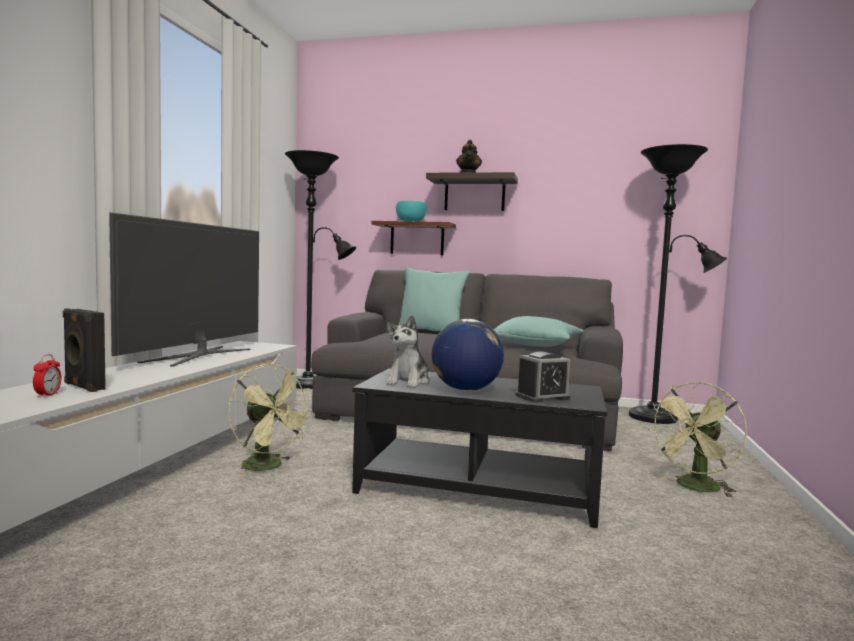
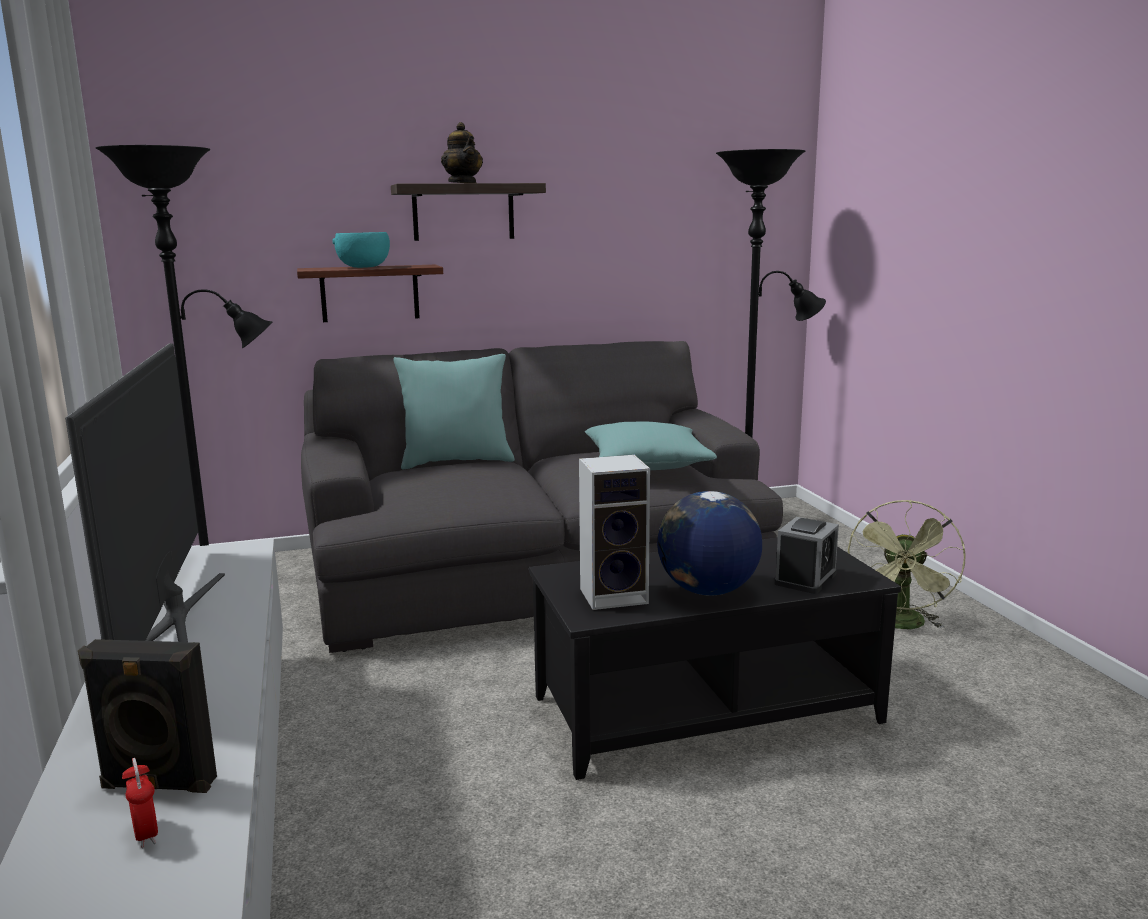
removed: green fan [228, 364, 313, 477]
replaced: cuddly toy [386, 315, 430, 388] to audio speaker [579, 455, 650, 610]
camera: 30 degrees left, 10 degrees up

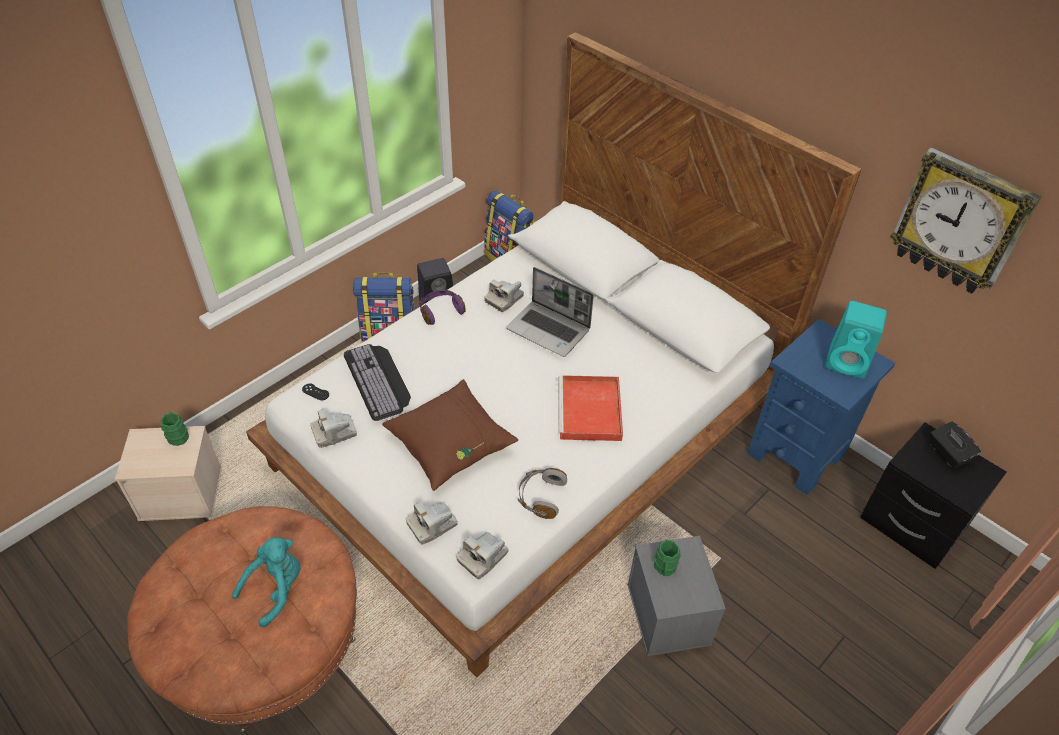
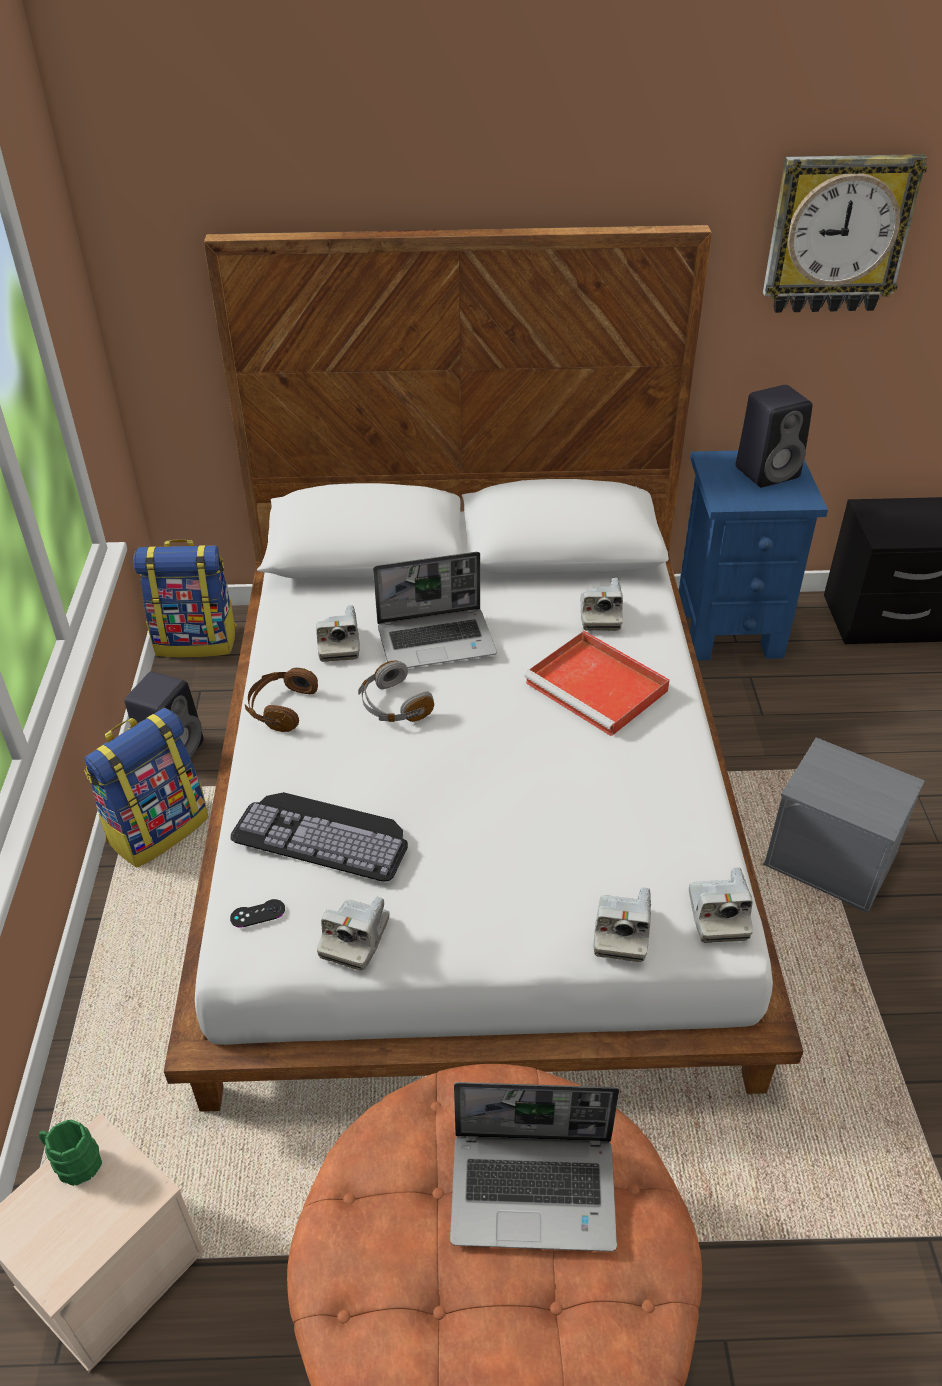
removed: brown throw pillow [382, 379, 518, 491]; black-coloured tissue box [930, 421, 981, 468]; green coffee mug [654, 540, 681, 576]
added: photo camera [581, 578, 623, 631]
moved: greyish headset [518, 468, 567, 519] to [358, 660, 434, 722]
replaced: turquoise-coloured cuddly toy [232, 537, 301, 627] to notebook computer [450, 1082, 619, 1252]
recoloured: purplish headset [420, 289, 466, 325] to brown headset [245, 668, 318, 732]; turquoise-coloured audio speaker [825, 301, 887, 379] to black-coloured audio speaker [736, 385, 812, 487]
camera: 45 degrees left, 5 degrees down

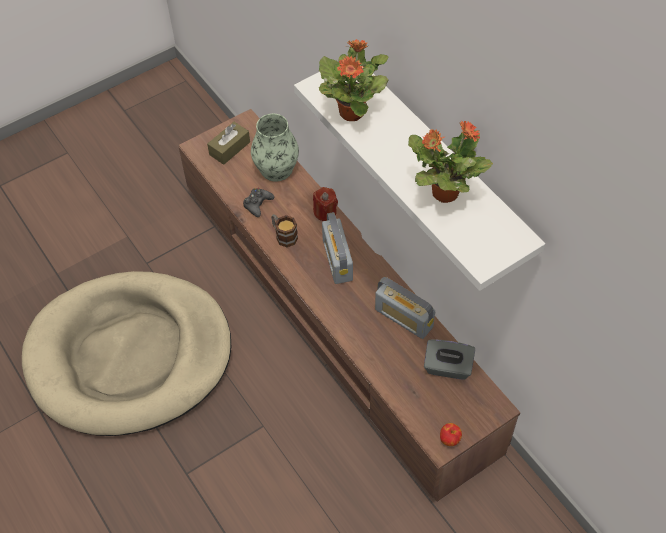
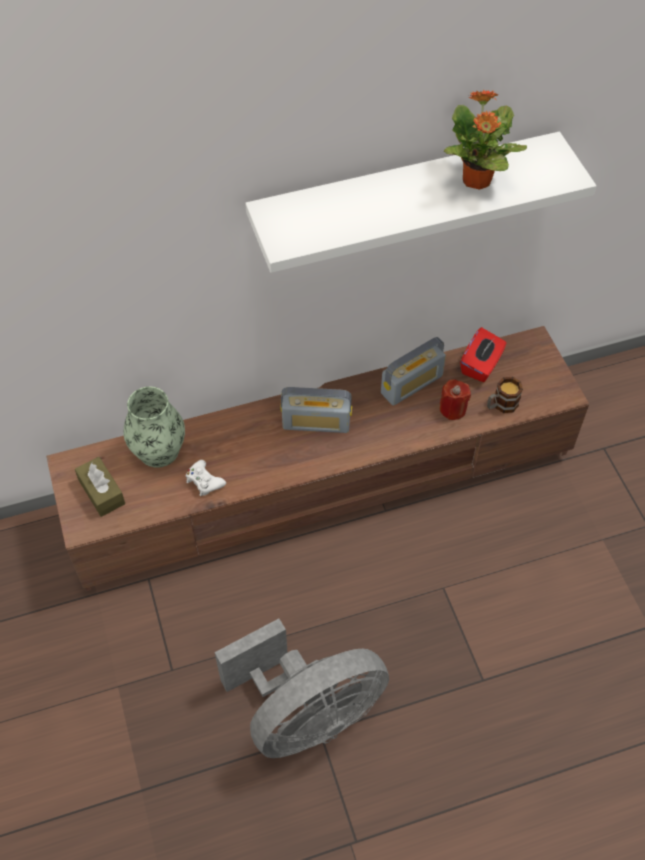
removed: plant in a pot [319, 39, 389, 121]; apple fruit [440, 423, 462, 446]
moved: reddish wax candle [313, 187, 338, 221] to [440, 379, 471, 420]; coffee mug [271, 214, 298, 247] to [487, 377, 523, 413]
replaced: beige-coloured dog bed [22, 271, 231, 436] to greyish fan [215, 619, 389, 758]
recoloured: black-coloured gamepad [243, 188, 274, 217] to whitish gamepad [186, 460, 226, 496]; greyish tissue box [424, 339, 475, 380] to reddish tissue box [460, 327, 506, 382]
camera: 75 degrees left, 0 degrees up

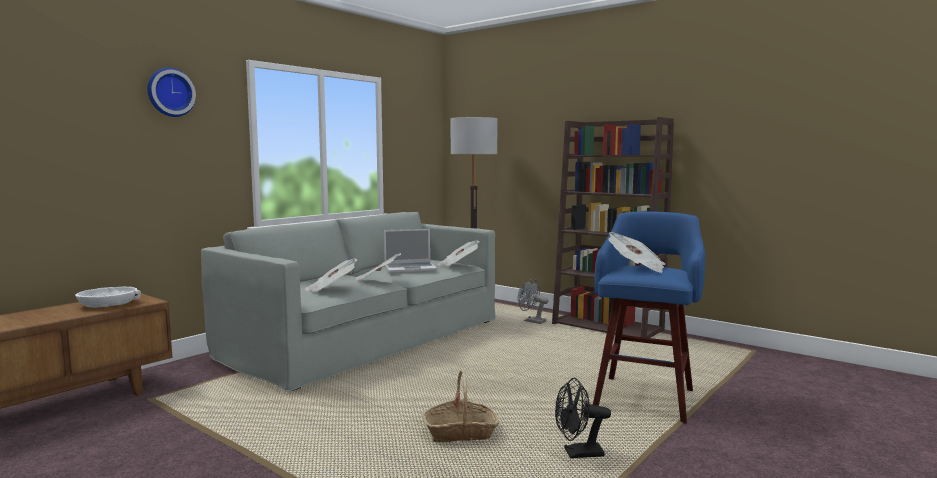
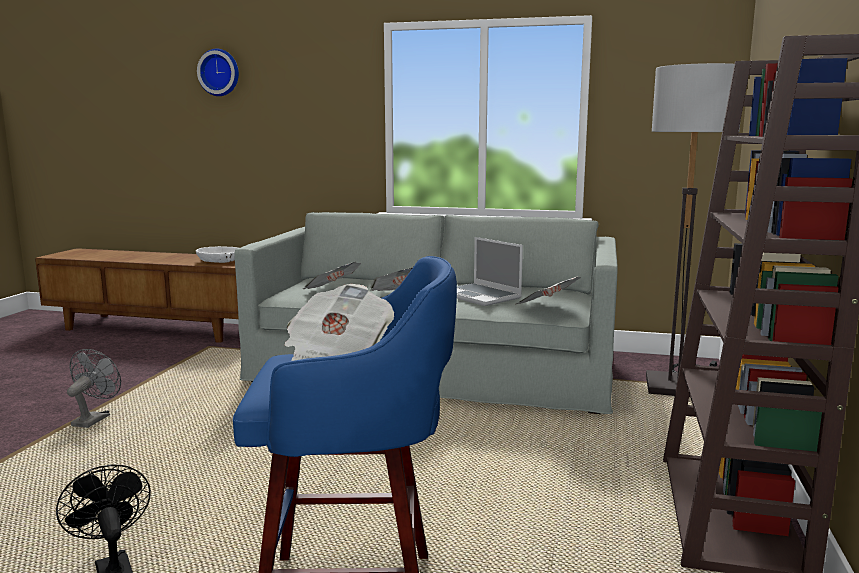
removed: basket [423, 370, 499, 442]
moved: hanging clock [147, 68, 196, 117] to [197, 48, 239, 96]; greyish fan [518, 279, 548, 324] to [67, 349, 121, 428]
camera: 65 degrees right, 5 degrees up

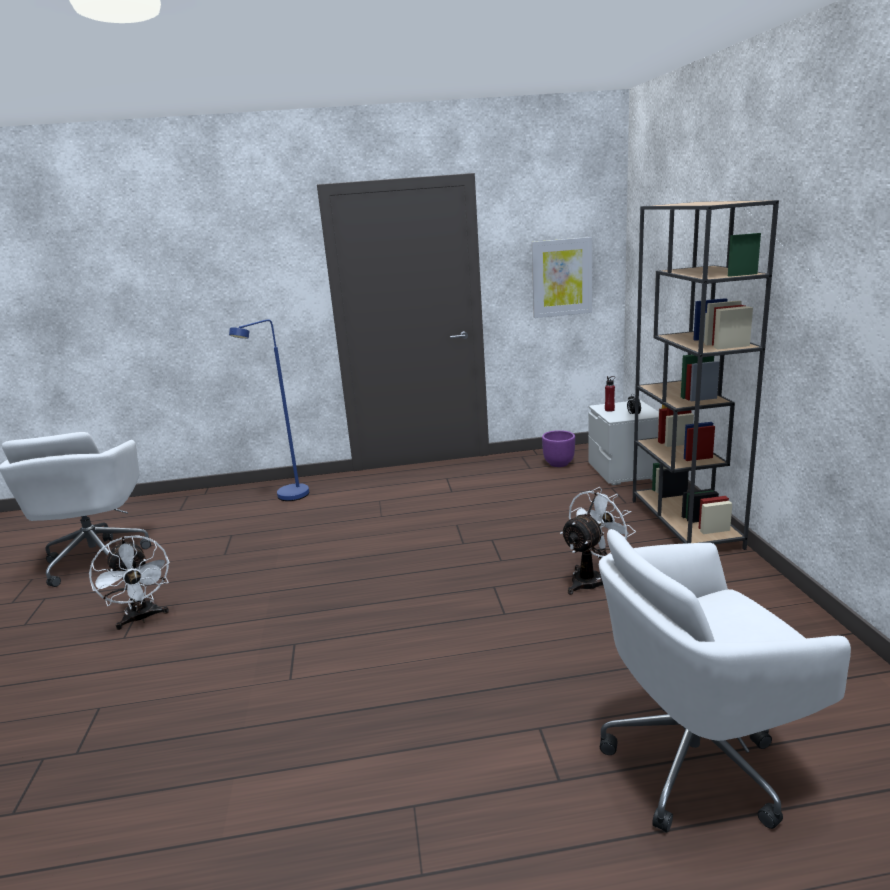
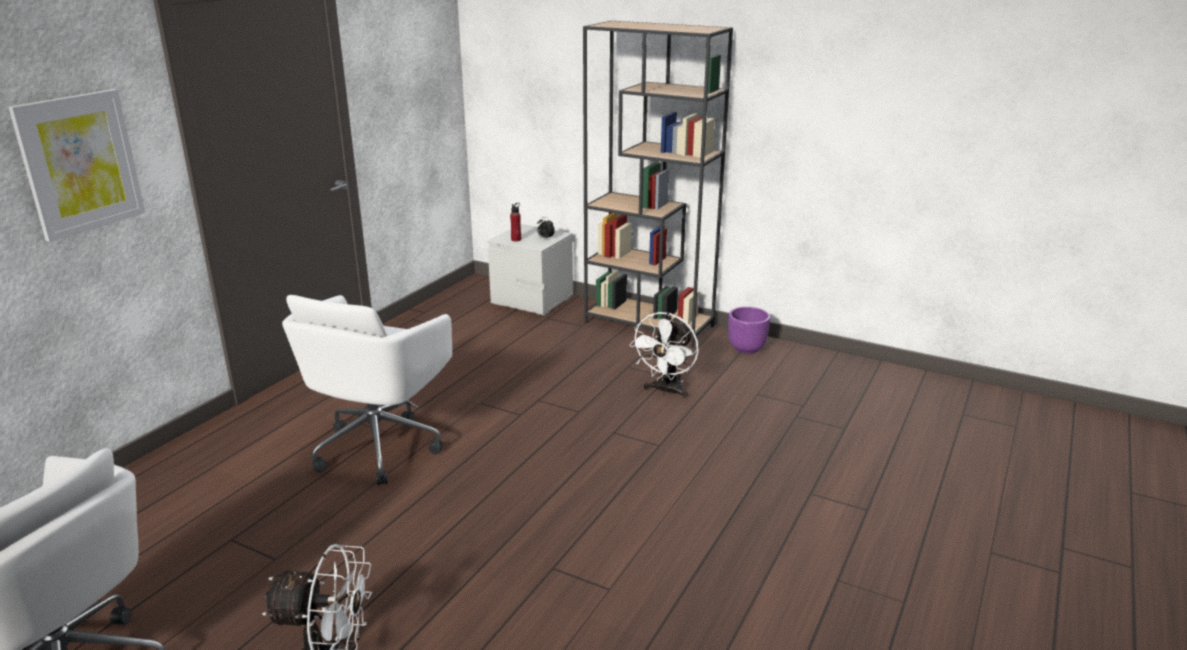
removed: blue standing lamp [229, 319, 309, 501]
moved: picture [532, 237, 592, 318] to [8, 89, 145, 242]; purplish plant pot [542, 430, 575, 467] to [728, 307, 770, 354]; whitish office chair [599, 529, 851, 833] to [282, 295, 452, 486]
turned: whitish fan [560, 487, 636, 595] = [630, 312, 699, 398] 150 degrees counterclockwise
camera: 55 degrees left, 5 degrees up

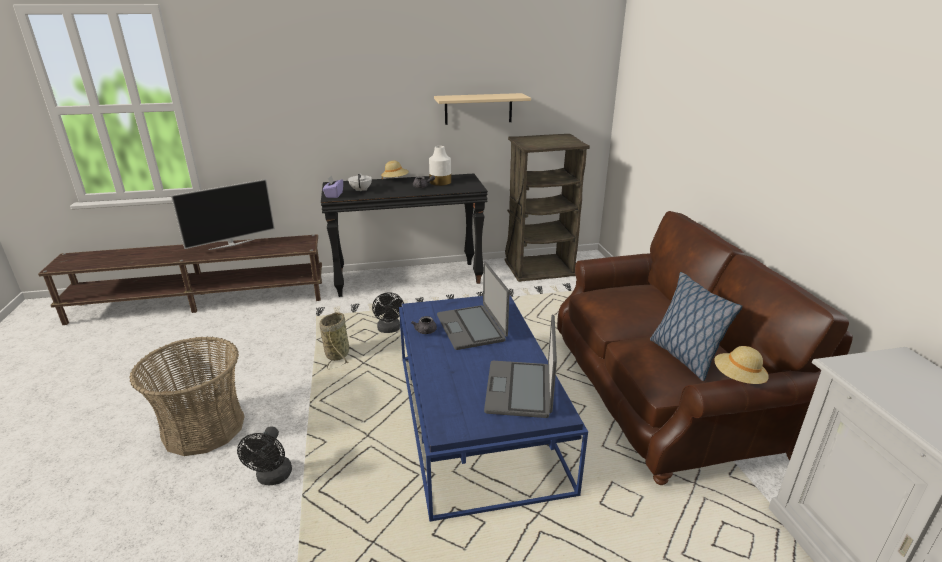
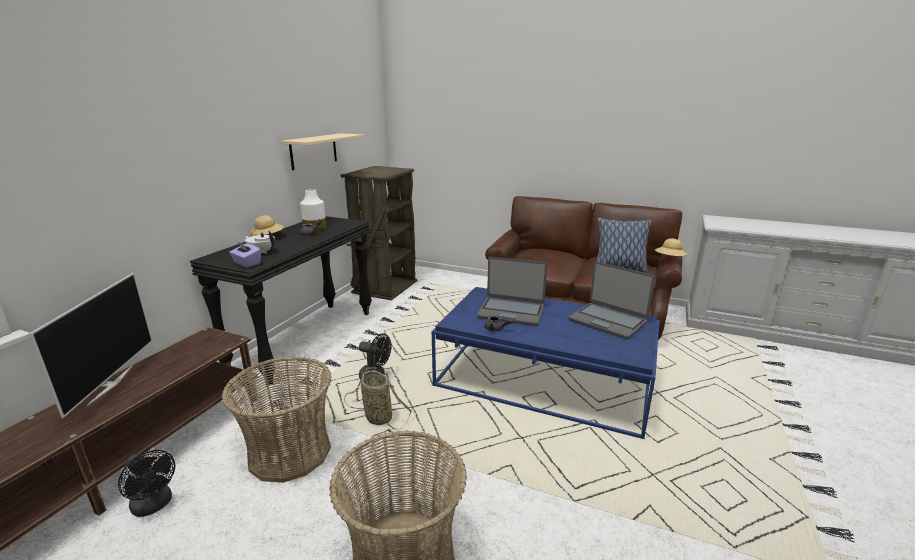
added: basket [221, 356, 332, 483]
moved: black-coloured fan [237, 426, 292, 485] to [118, 450, 175, 517]
camera: 55 degrees left, 5 degrees down

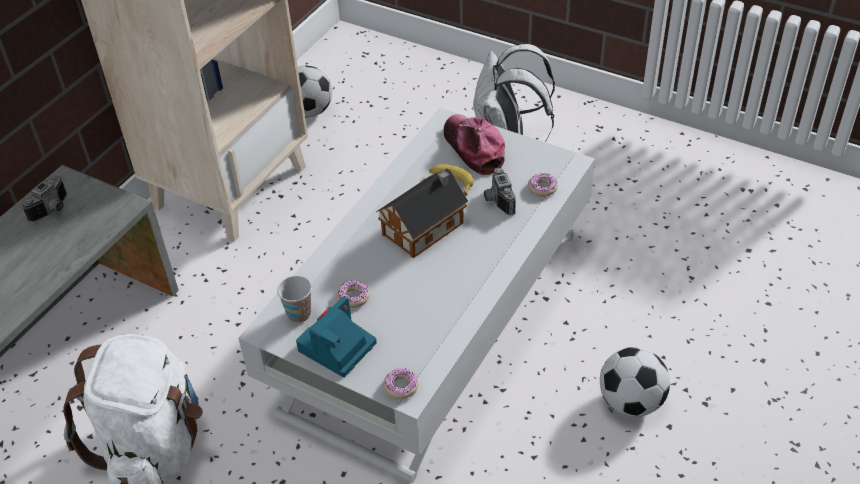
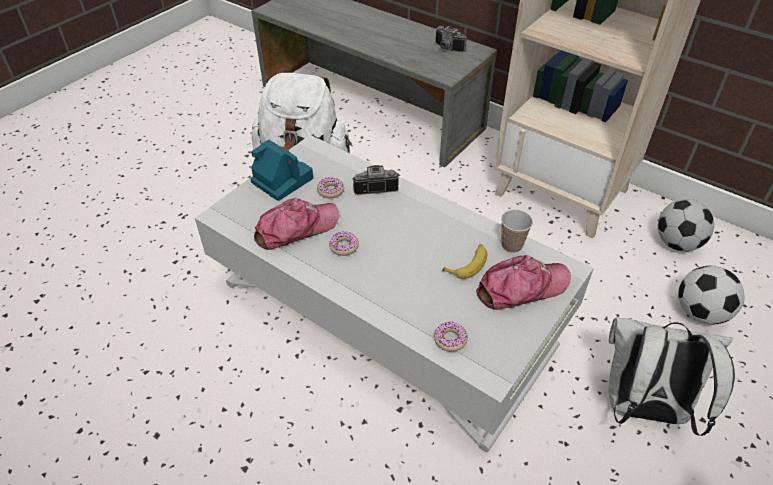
removed: miniature house [376, 169, 468, 258]
added: peaked cap [254, 198, 339, 250]
moved: photo camera [484, 168, 516, 215] to [352, 165, 400, 195]; drinking cup [277, 276, 312, 323] to [501, 210, 533, 253]; football [600, 347, 670, 417] to [679, 266, 744, 325]; ring doughnut [383, 368, 418, 399] to [329, 231, 359, 256]
camera: 95 degrees right, 0 degrees up

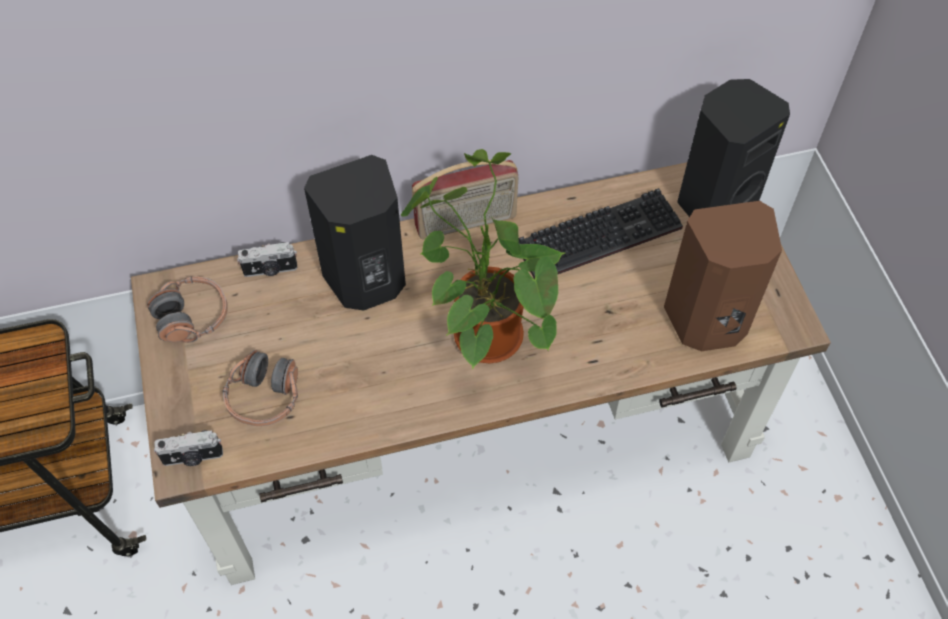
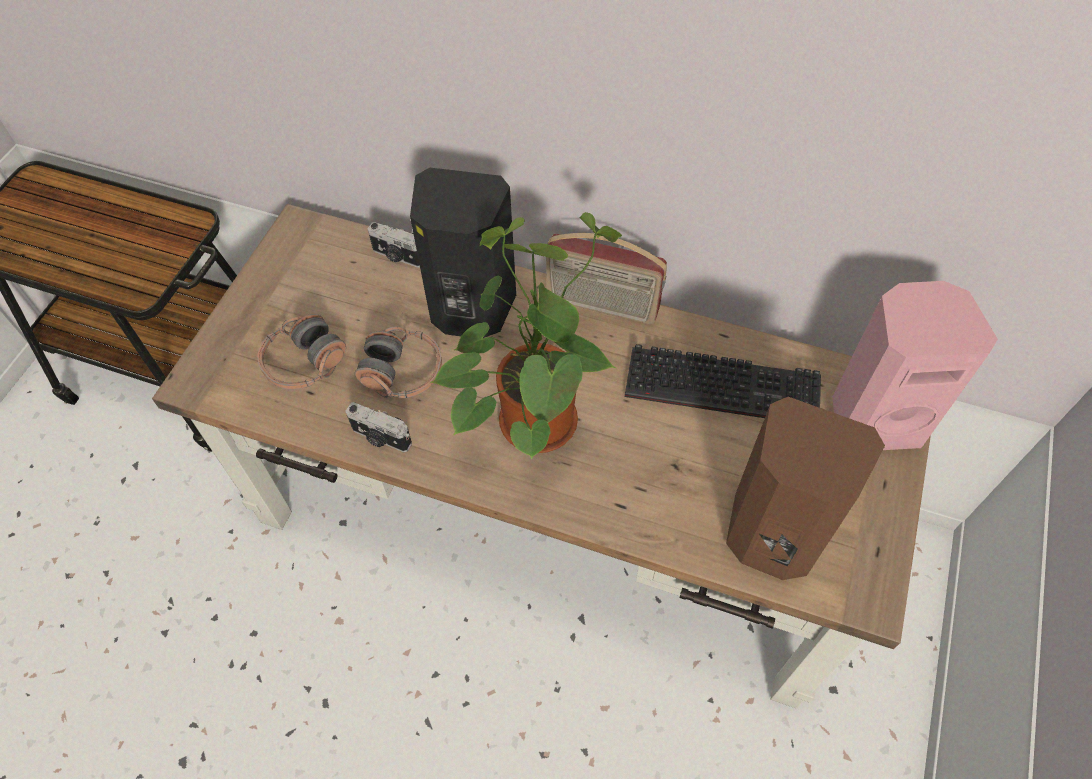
moved: headset [147, 276, 228, 343] to [355, 327, 442, 398]; photo camera [154, 430, 223, 466] to [346, 402, 412, 452]
recoloured: black-coloured audio speaker [677, 79, 790, 217] to pink-coloured audio speaker [832, 281, 998, 450]
camera: 35 degrees right, 0 degrees up

